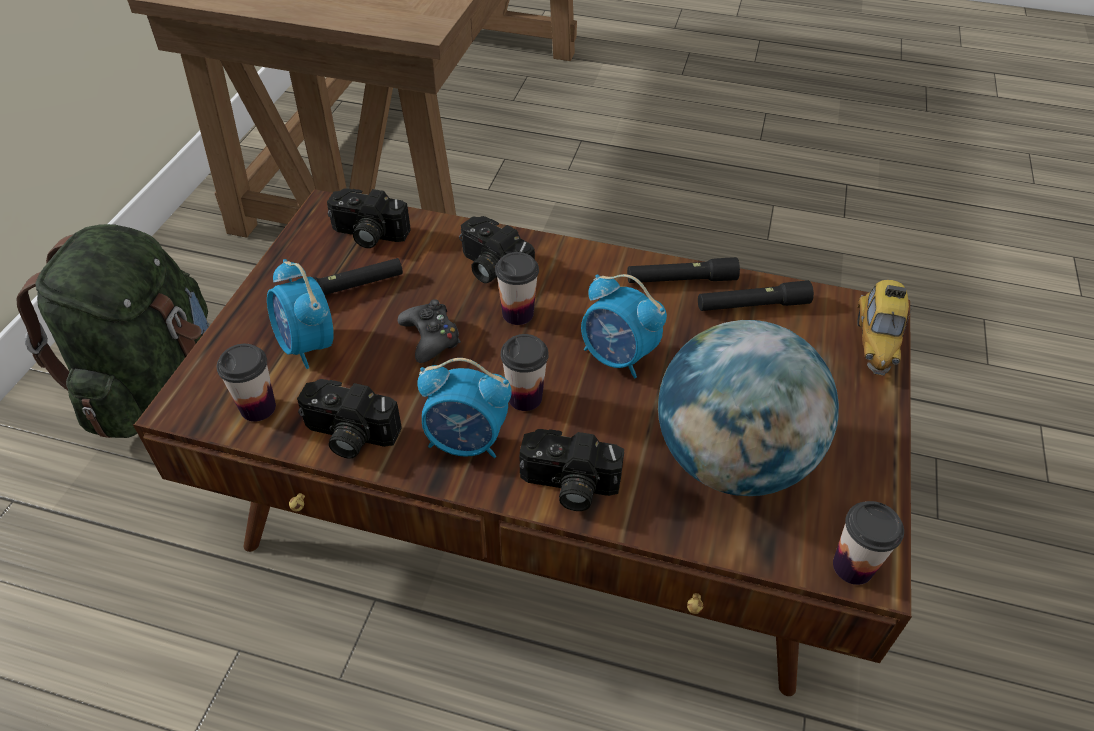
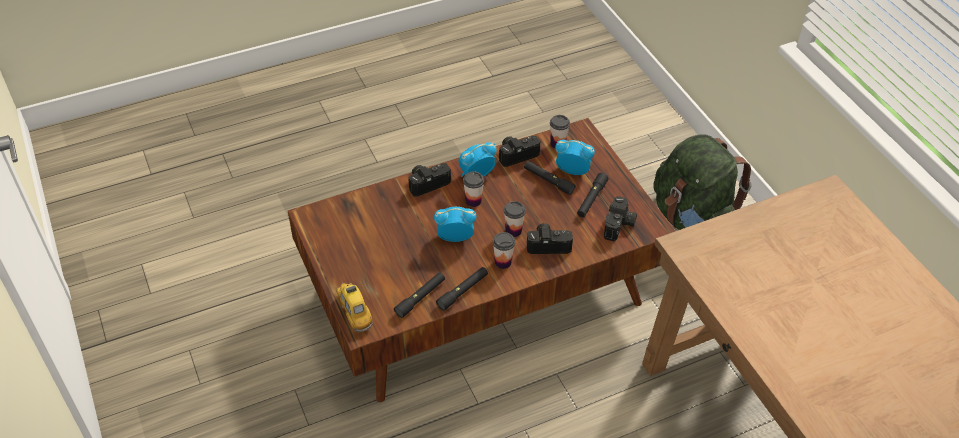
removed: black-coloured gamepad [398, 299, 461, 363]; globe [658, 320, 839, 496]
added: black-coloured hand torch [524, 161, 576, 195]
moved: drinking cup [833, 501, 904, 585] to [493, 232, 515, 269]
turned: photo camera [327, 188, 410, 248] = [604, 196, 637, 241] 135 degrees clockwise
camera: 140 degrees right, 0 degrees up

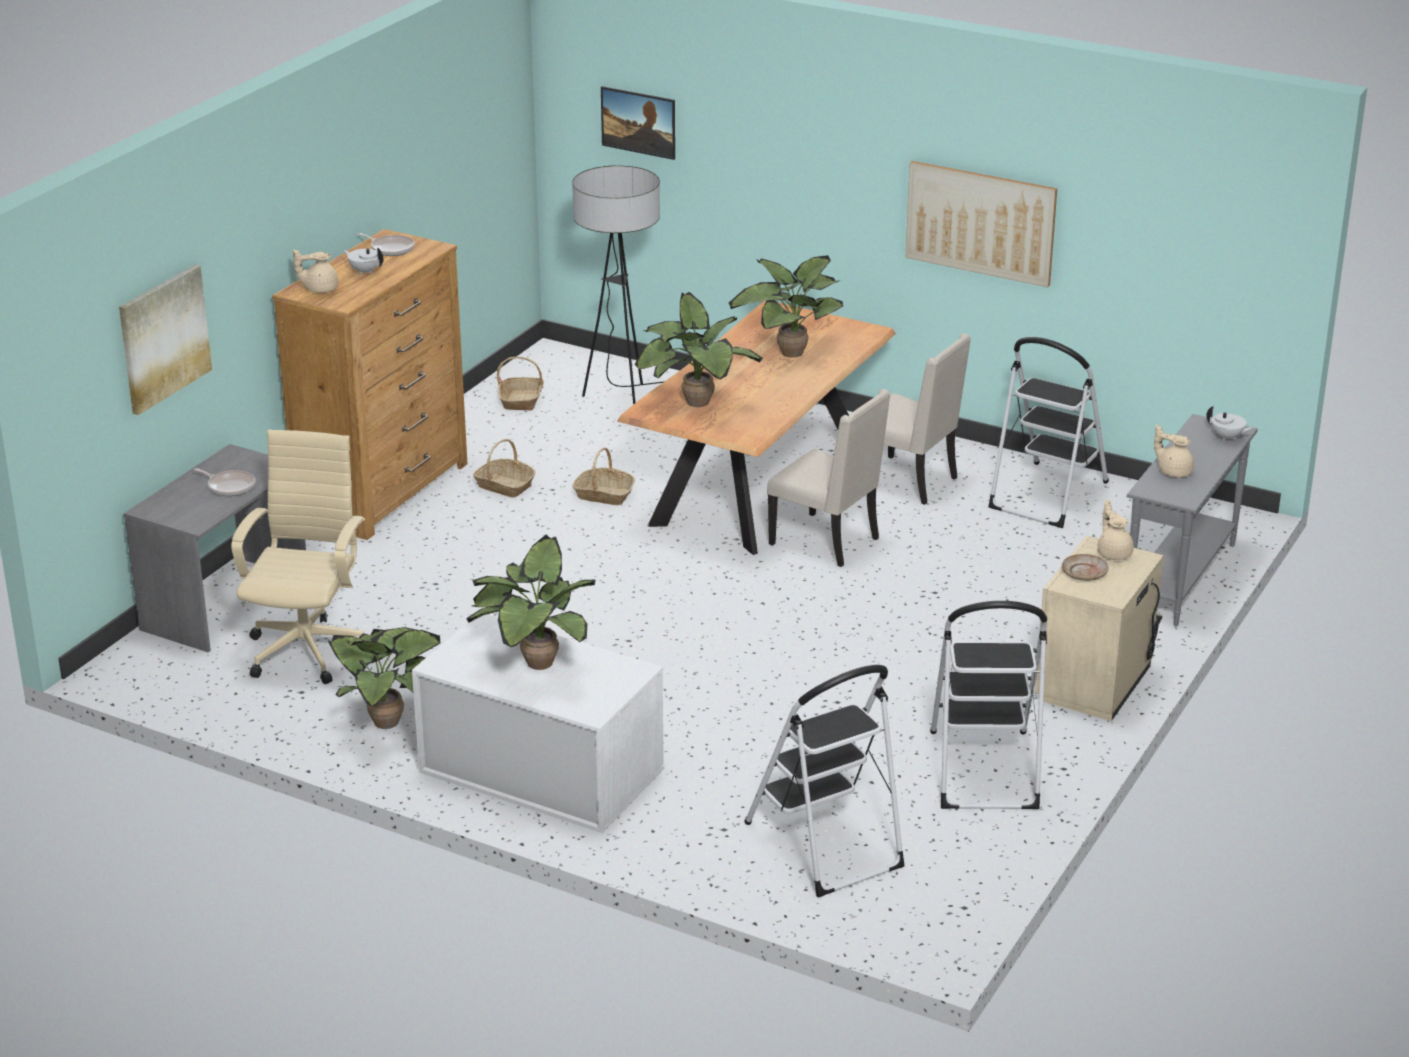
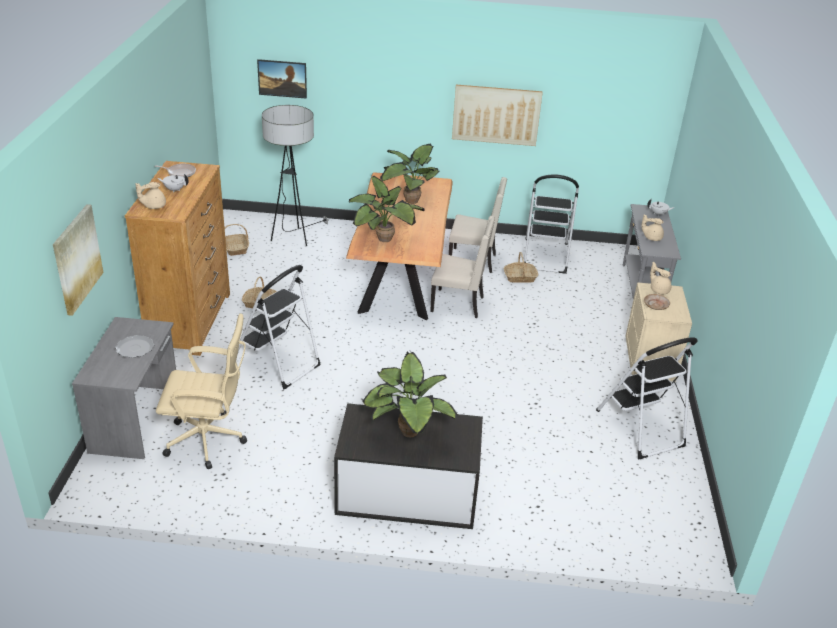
removed: plant in a pot [328, 627, 440, 729]
moved: basket [572, 447, 635, 505] to [504, 252, 538, 283]; stepladder [745, 665, 904, 897] to [238, 265, 321, 390]
replaced: skillet [194, 468, 255, 496] to plate [115, 335, 154, 358]
recoloured: whitish storage cabinet [412, 614, 664, 833] to black-coloured storage cabinet [334, 403, 483, 529]
turned: beige-coloured office chair [231, 429, 365, 684] = [156, 313, 247, 469] 105 degrees clockwise
camera: 25 degrees left, 5 degrees up

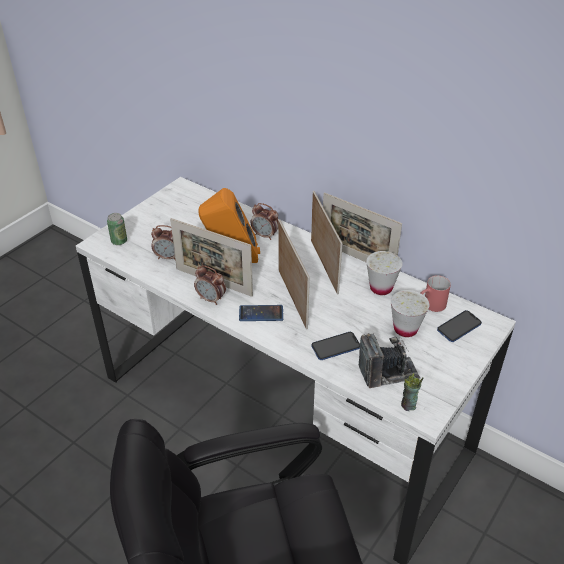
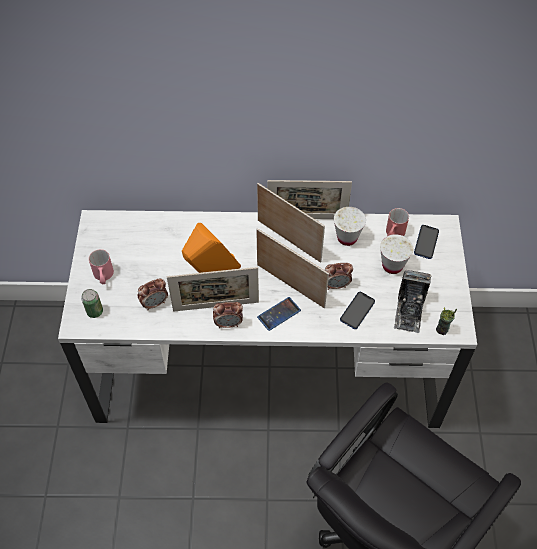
added: pink-coloured coffee mug [89, 249, 114, 284]
moved: bedside clock [250, 203, 278, 240] to [325, 263, 353, 290]
turned: photo camera [359, 333, 420, 388] = [394, 270, 431, 333] 150 degrees clockwise
camera: 35 degrees left, 15 degrees up

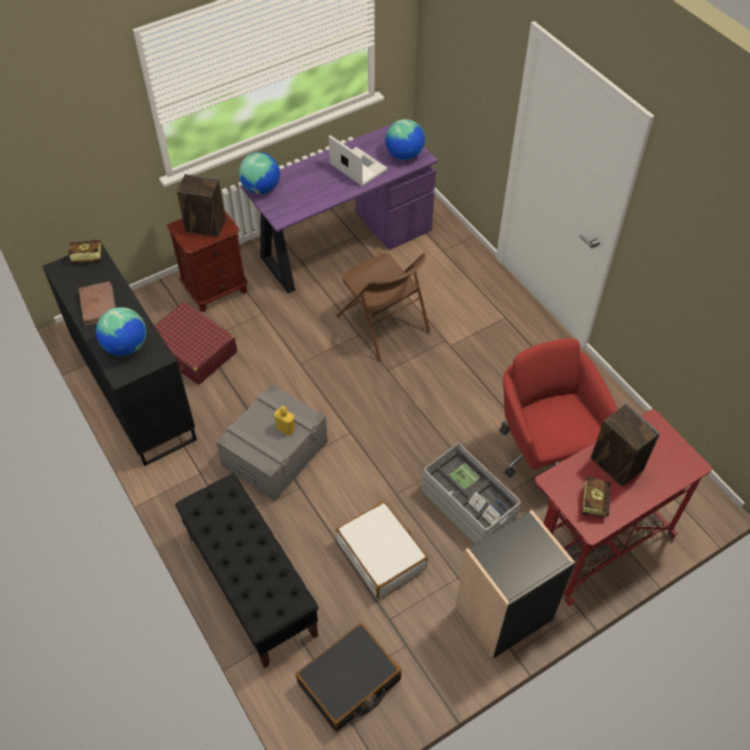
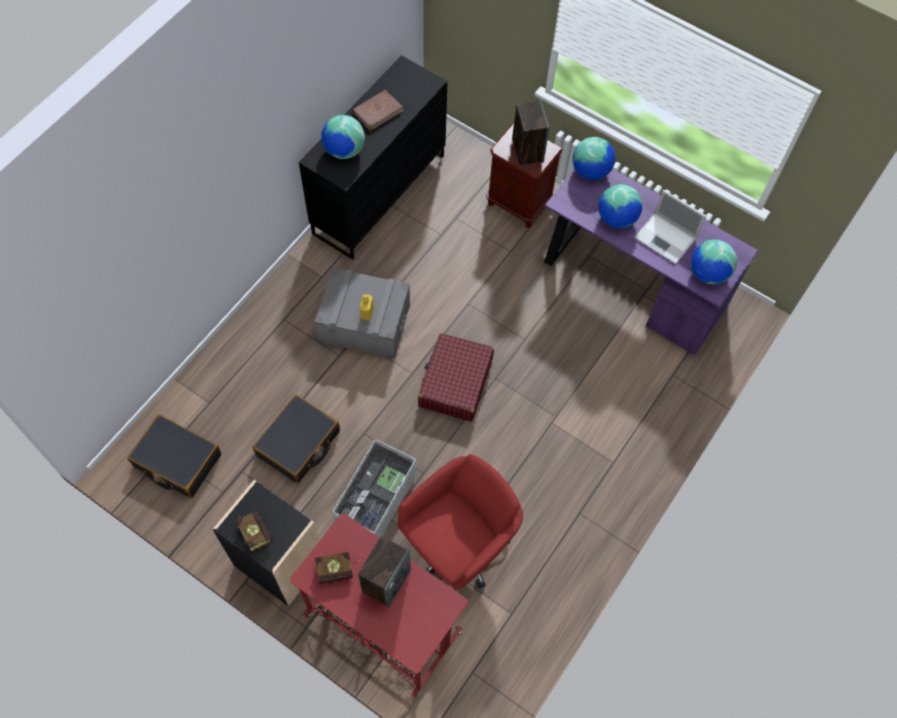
removed: brown plain chair [336, 253, 430, 362]; black-coloured bench [175, 473, 319, 668]
added: globe [598, 184, 643, 228]
moved: volume [65, 240, 102, 264] to [236, 511, 272, 553]; reddish piece of luggage [155, 302, 237, 385] to [418, 333, 494, 422]
recoloured: whitish piece of luggage [336, 501, 428, 599] to black-coloured piece of luggage [253, 395, 340, 483]
turned: notebook computer [329, 135, 388, 186] = [634, 190, 706, 264] 105 degrees clockwise
camera: 65 degrees right, 10 degrees up

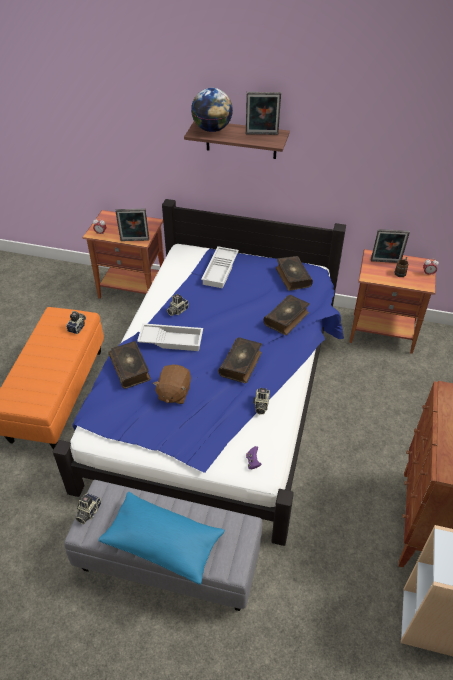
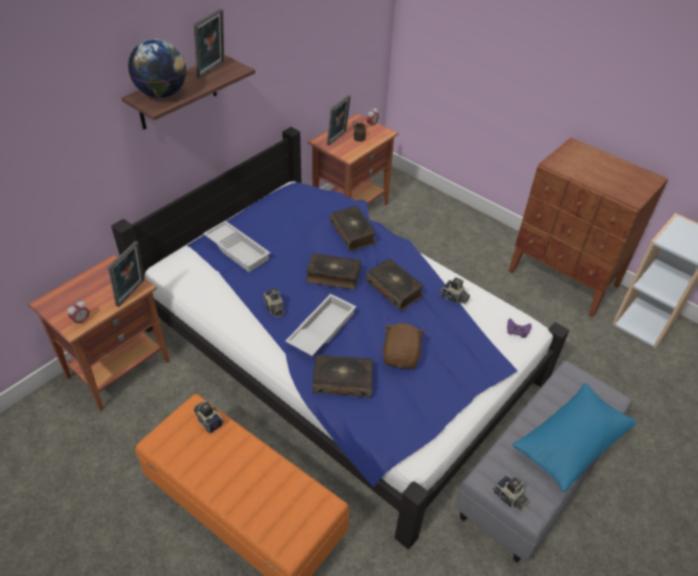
moved: volume [276, 256, 313, 291] to [306, 253, 361, 290]
turned: brown cuddly toy [153, 365, 191, 404] = [383, 323, 425, 369] 120 degrees counterclockwise
camera: 65 degrees left, 0 degrees up

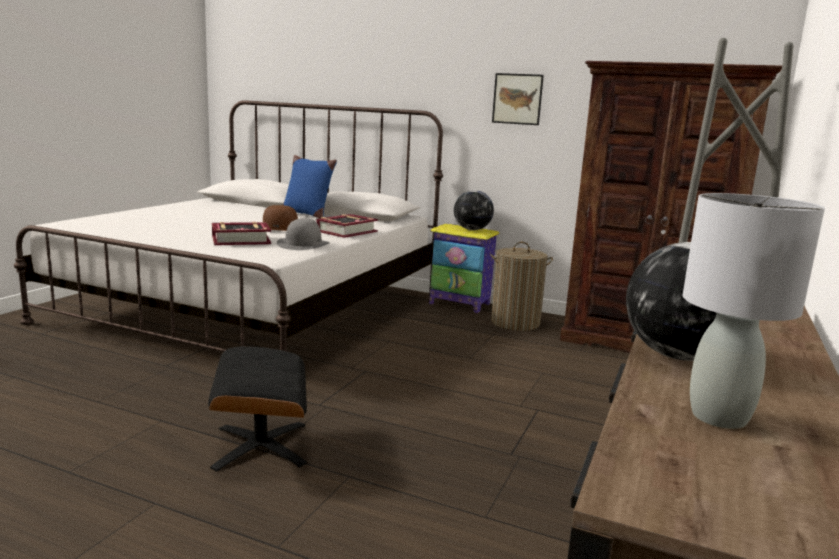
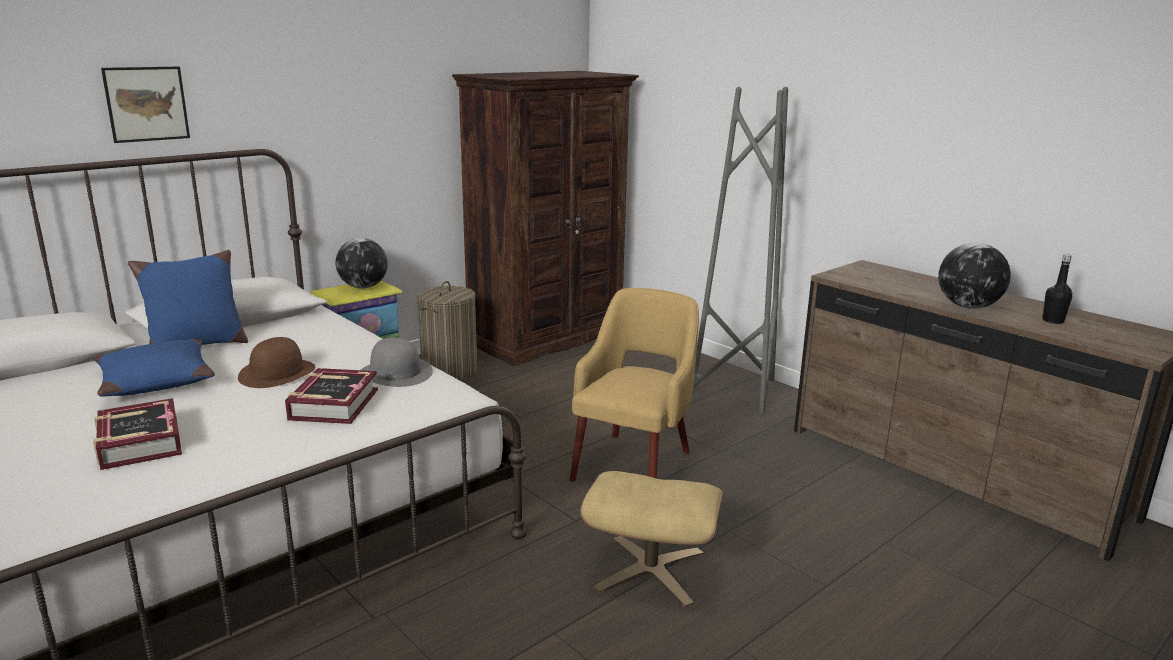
added: yellow-coloured lounge chair [570, 288, 699, 482]; blue throw pillow [93, 339, 215, 397]
moved: picture [492, 73, 544, 125] to [101, 67, 190, 143]; volume [317, 214, 378, 238] to [93, 398, 182, 470]
replaced: greyish lamp for a table [682, 193, 825, 429] to black-coloured drink bottle [1042, 254, 1072, 324]
recoloured: black-coloured ottoman [208, 346, 307, 472] to beige-coloured ottoman [580, 471, 724, 607]
camera: 65 degrees left, 5 degrees up

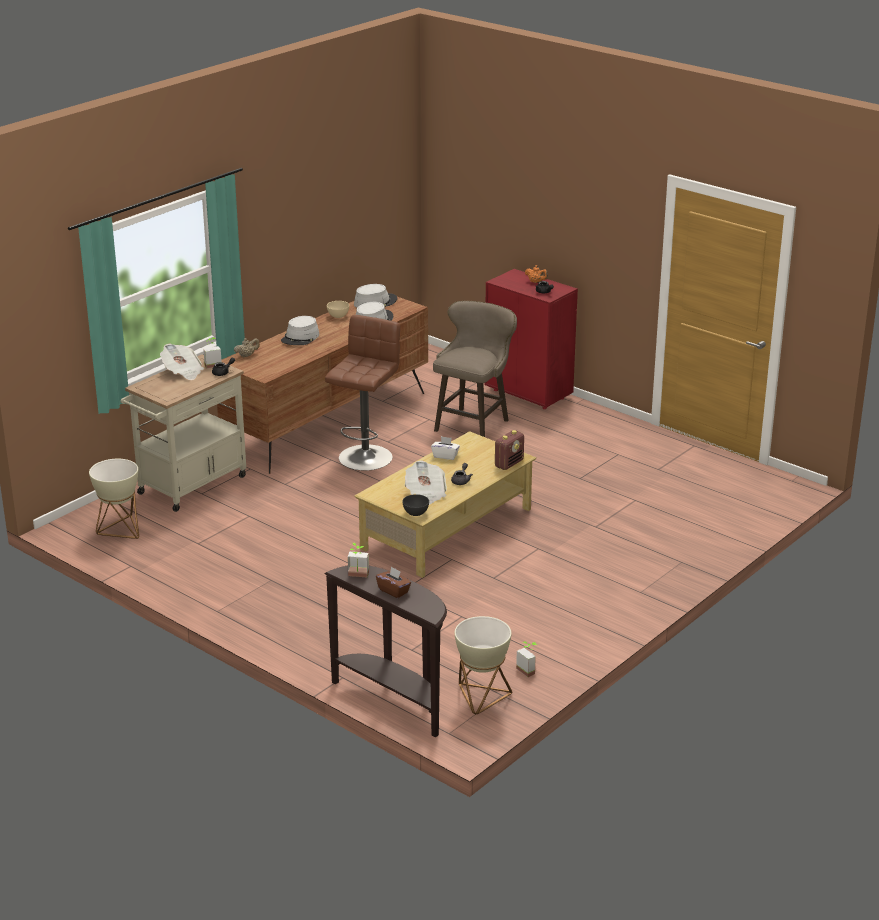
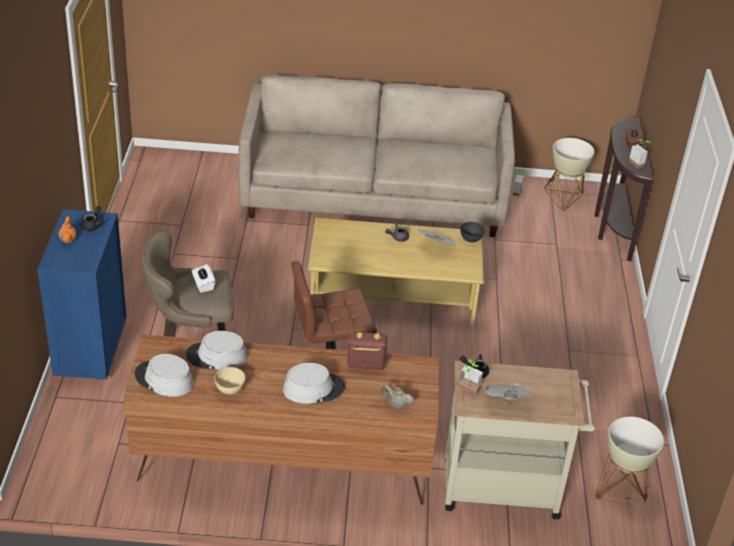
added: beige-coloured couch [238, 75, 515, 237]
moved: radio [495, 430, 524, 470] to [347, 332, 387, 370]; whitish tissue box [431, 436, 460, 460] to [192, 264, 215, 293]
recoloured: reddish storage cabinet [484, 269, 578, 409] to blue storage cabinet [38, 209, 126, 380]
camera: 130 degrees left, 10 degrees up

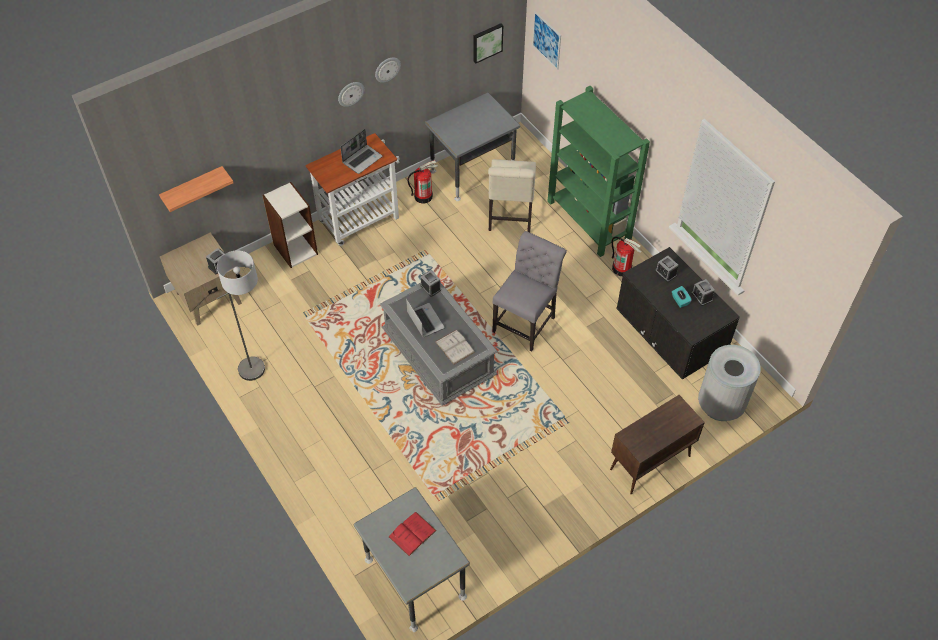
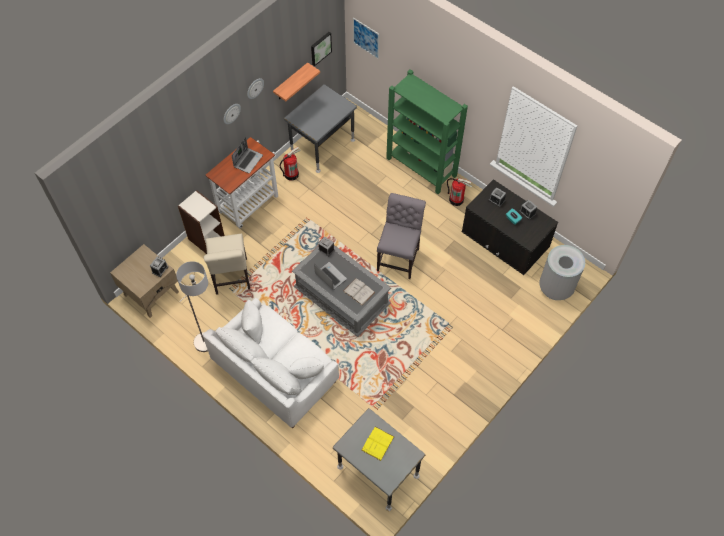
removed: brown storage cabinet [610, 395, 705, 494]
added: whitish couch [203, 298, 339, 428]
moved: beige-coloured plain chair [488, 159, 536, 232] to [204, 234, 250, 295]; bracket shelf [159, 166, 233, 212] to [273, 62, 320, 101]
recoloured: reddish volume [388, 512, 437, 556] to yellow-coloured volume [361, 427, 394, 461]
camera: 15 degrees left, 5 degrees up

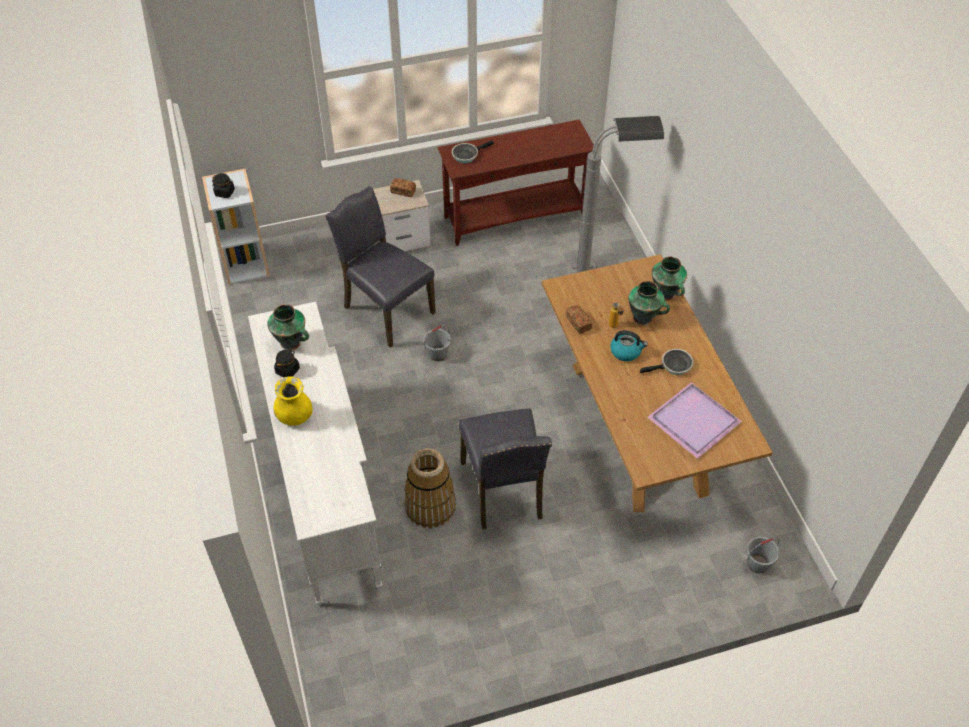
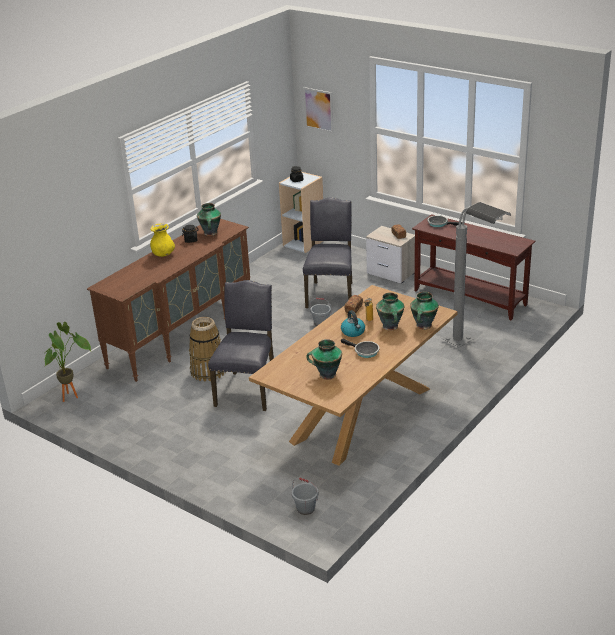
added: picture [303, 87, 334, 133]; plant in a pot [45, 322, 91, 402]
replaced: purplish serving tray [647, 382, 742, 459] to flower vase [306, 339, 342, 380]
recoloured: whitish storage cabinet [248, 301, 382, 606] to brown storage cabinet [87, 219, 250, 382]
turned: greyish plain chair [459, 408, 552, 530] = [208, 280, 274, 411] 150 degrees clockwise
camera: 55 degrees right, 20 degrees down

